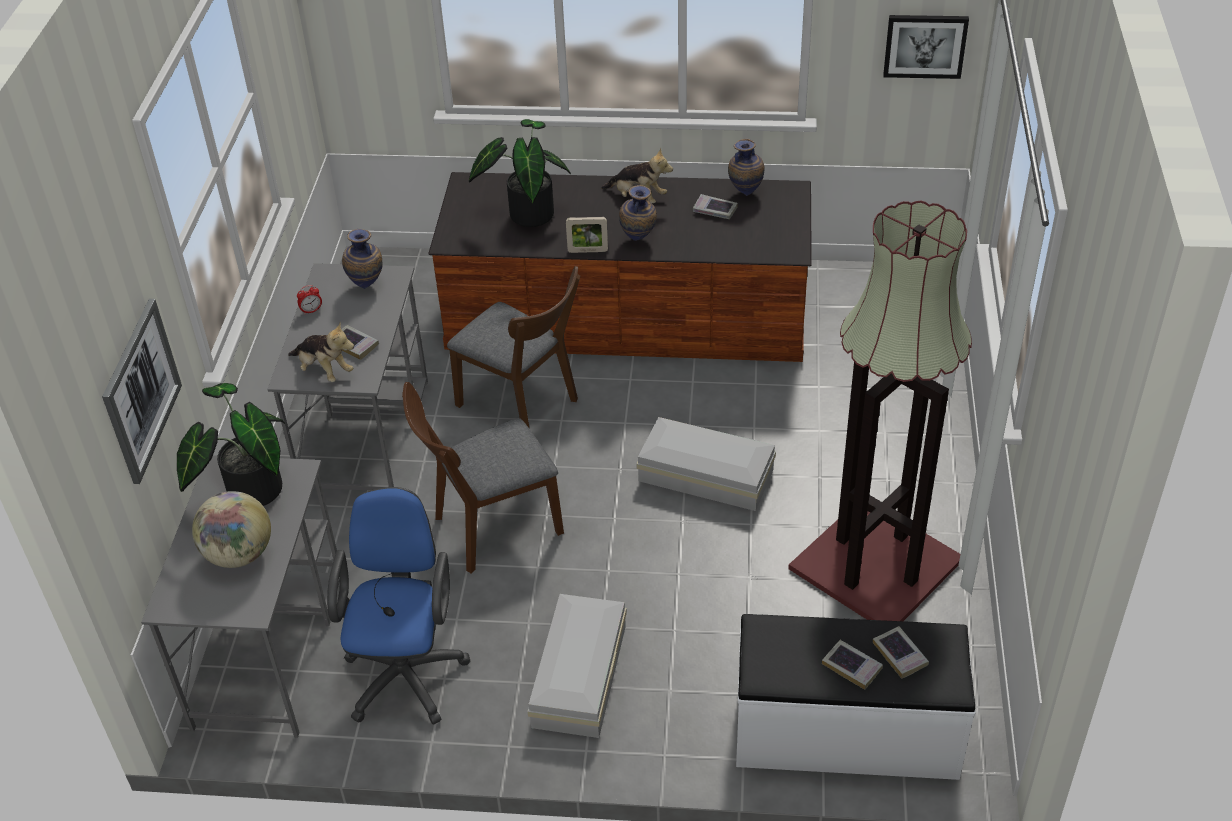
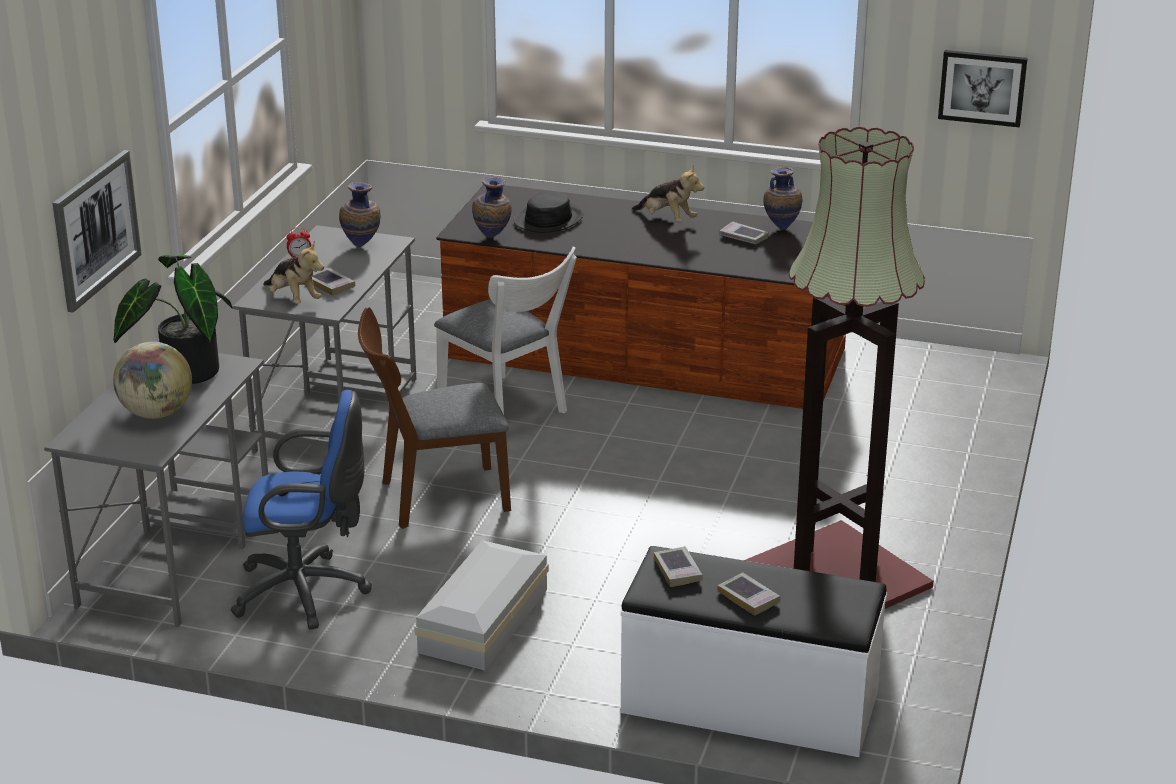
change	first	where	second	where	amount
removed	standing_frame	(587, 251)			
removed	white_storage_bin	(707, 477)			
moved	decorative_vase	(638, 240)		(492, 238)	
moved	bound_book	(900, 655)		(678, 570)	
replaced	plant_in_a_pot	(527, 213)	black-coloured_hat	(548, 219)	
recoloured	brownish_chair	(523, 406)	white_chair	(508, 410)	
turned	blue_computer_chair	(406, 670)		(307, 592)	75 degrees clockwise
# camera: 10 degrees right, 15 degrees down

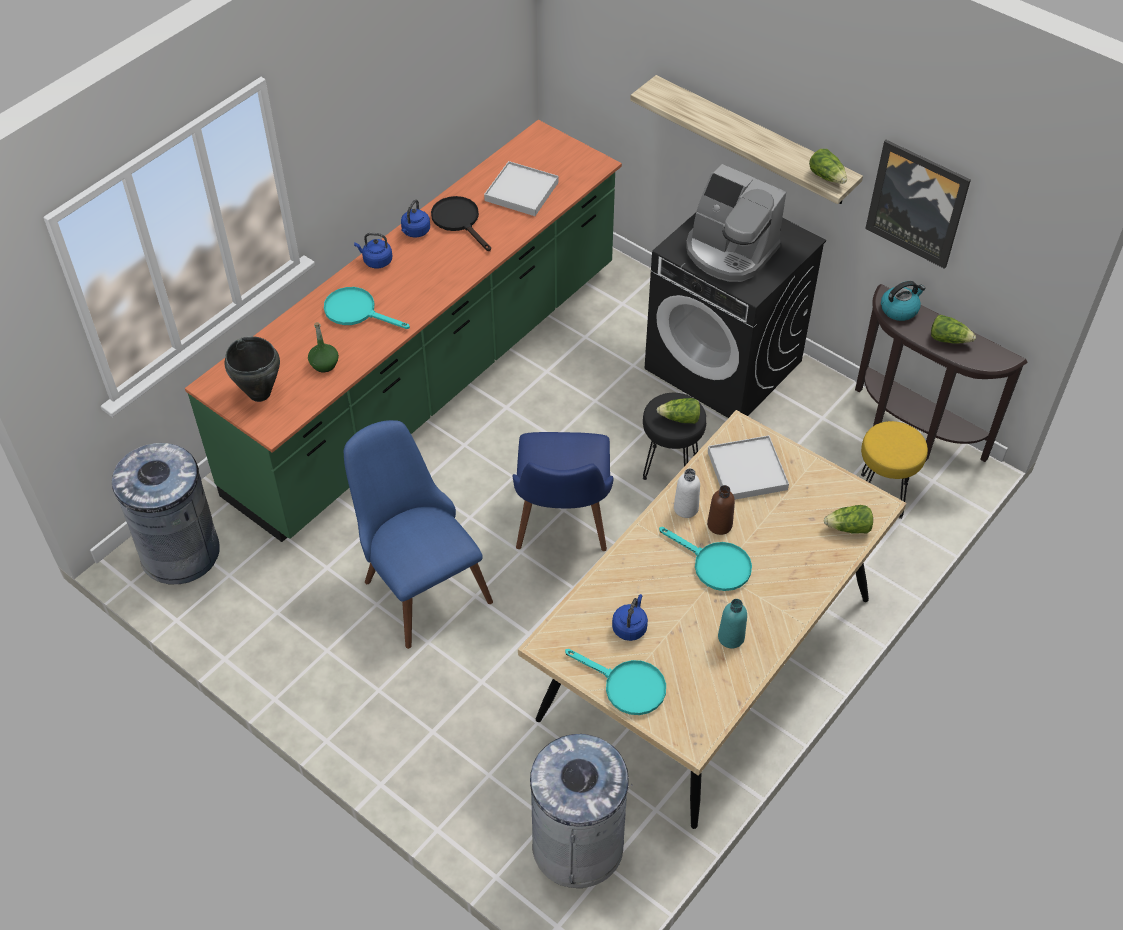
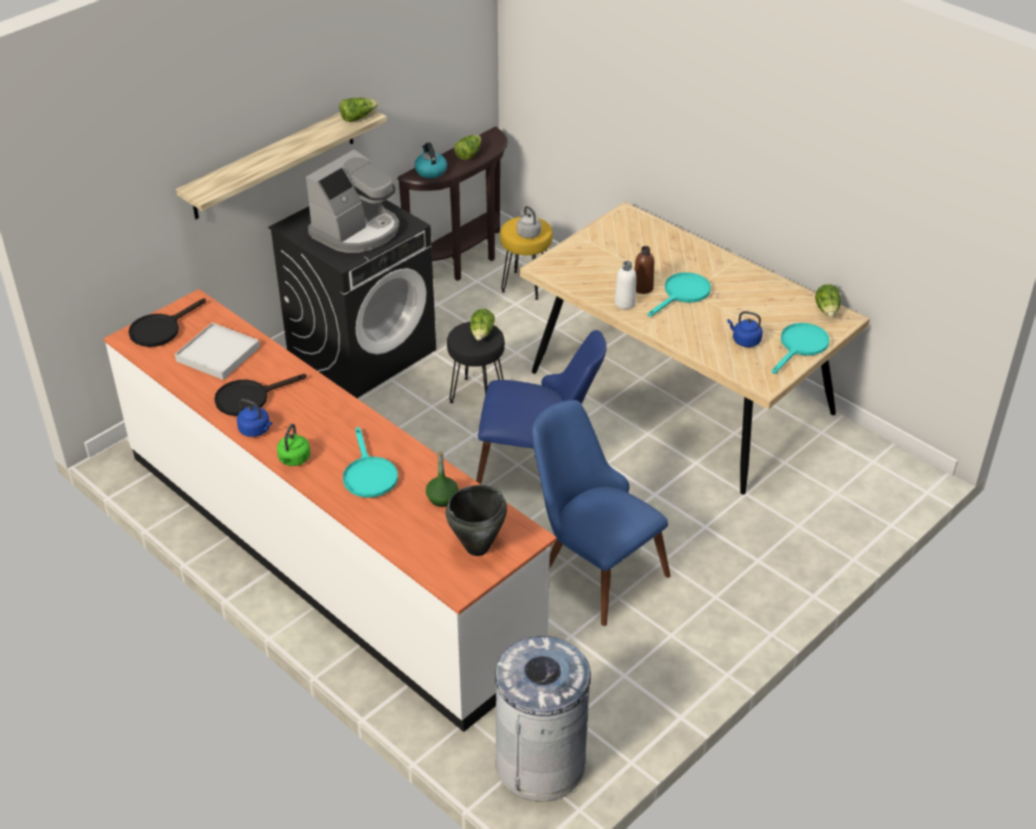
change	first	where	second	where	amount
removed	gray_rubbish_bin	(578, 845)			
removed	white_serving_tray	(747, 471)			
removed	turquoise-coloured_bottle	(731, 637)			
removed	wall_art	(917, 203)			
added			black-coloured_skillet	(160, 329)	
added			gray_tea_kettle	(528, 233)	
moved	lettuce_head	(849, 528)		(827, 310)	
recoloured	greenish_kitchen_counter	(429, 378)	white_kitchen_counter	(328, 552)	
recoloured	blue_tea_kettle	(376, 261)	greenish_tea_kettle	(293, 460)	
turned	turquoise-coloured_skillet	(357, 311)		(368, 474)	45 degrees counterclockwise
turned	blue_chair	(418, 581)		(592, 566)	75 degrees clockwise
# camera: 85 degrees left, 10 degrees down

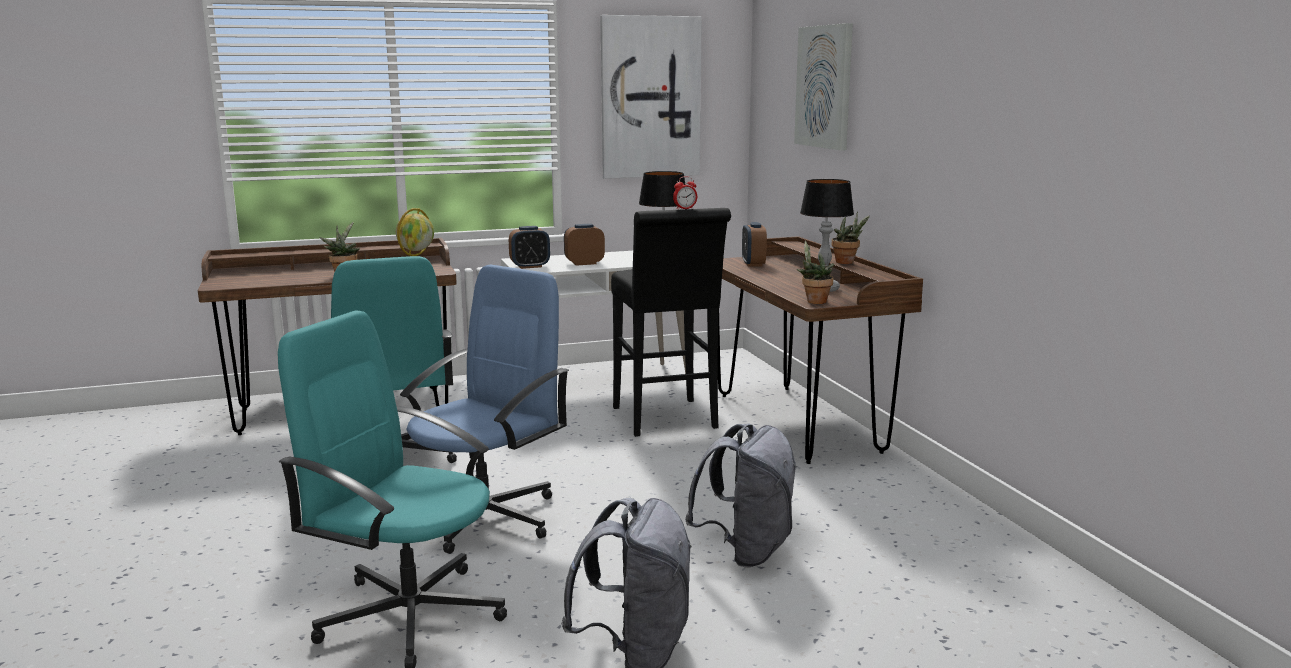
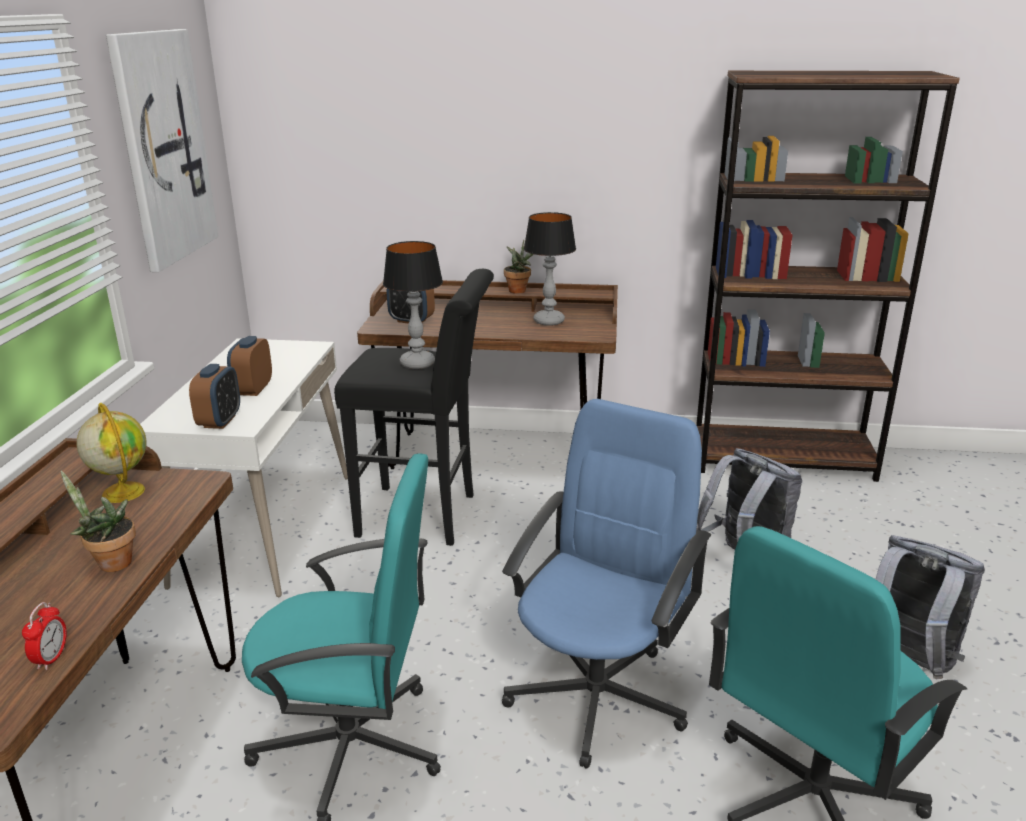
change	first	where	second	where	amount
removed	wall_art	(824, 87)			
removed	plant_in_a_pot	(814, 301)			
added			brownish_bookshelf	(783, 460)	
moved	bedside_clock	(685, 209)		(51, 658)	
turned	blue_computer_chair	(487, 517)		(598, 695)	60 degrees clockwise
# camera: 65 degrees left, 10 degrees up

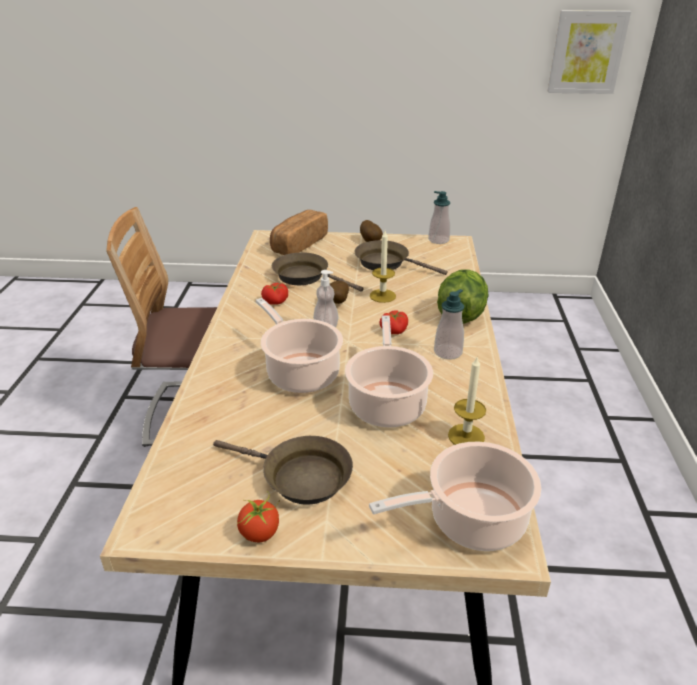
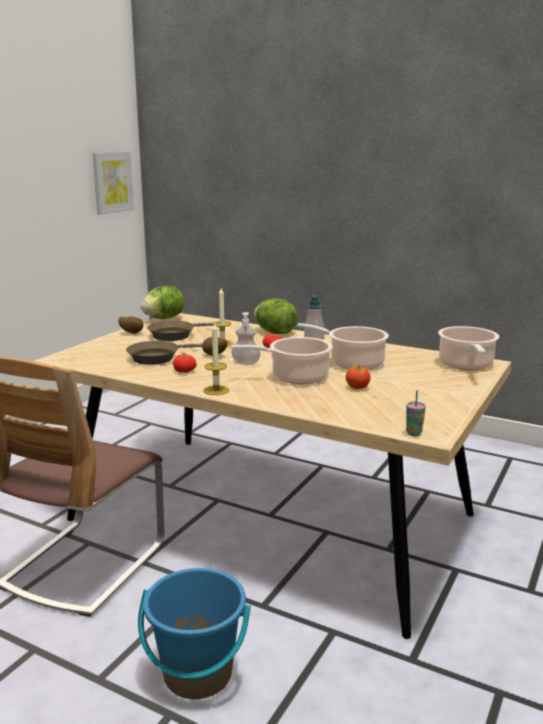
change	first	where	second	where	amount
removed	brownish_skillet	(300, 477)			
removed	baked_bread	(298, 244)			
added			blue_bucket	(197, 675)	
added			cup	(413, 433)	
moved	whole_tomato	(260, 533)		(357, 387)	
moved	wax_light	(466, 436)		(216, 390)	
replaced	soap_dispenser	(438, 240)	lettuce_head	(163, 318)	
# camera: 65 degrees left, 15 degrees down

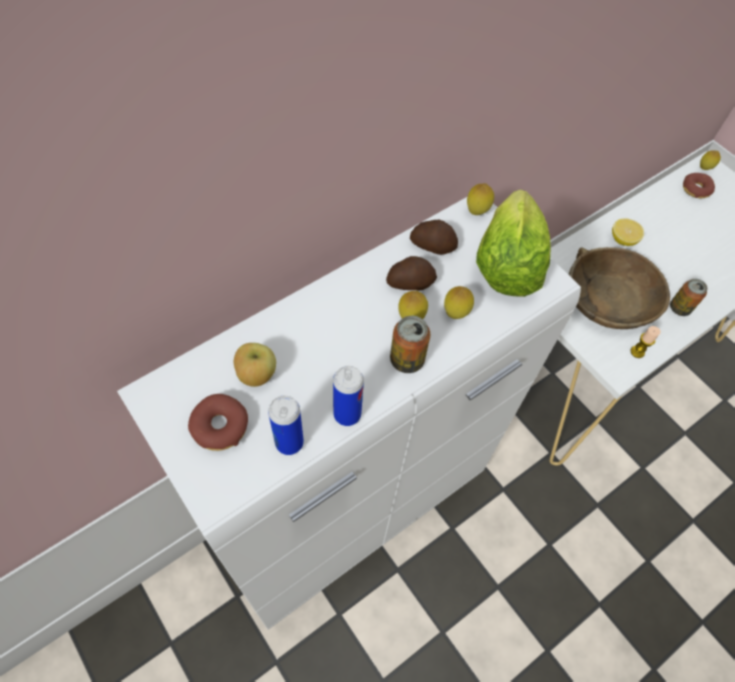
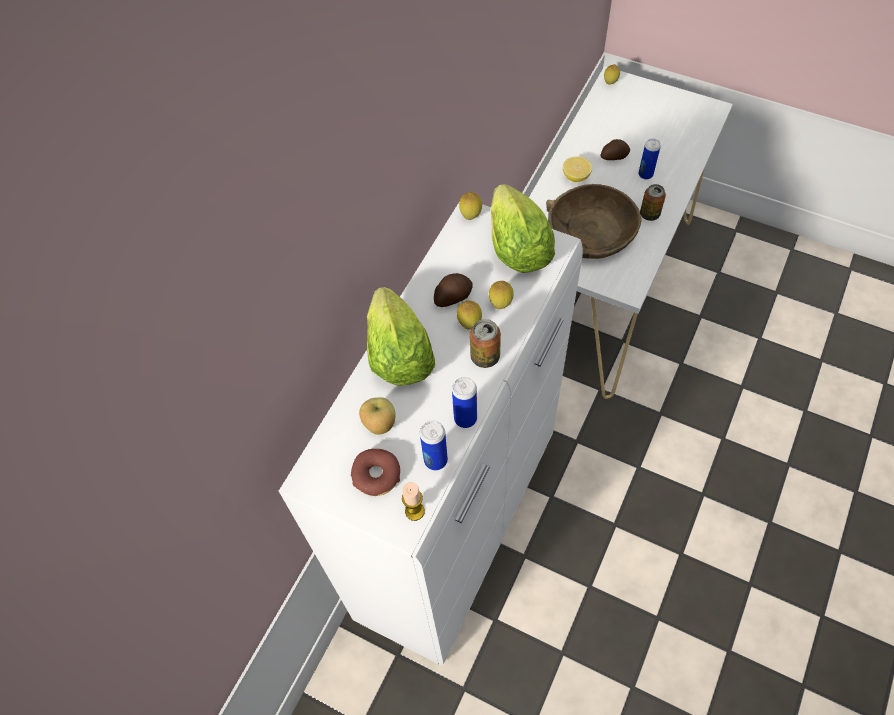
change	first	where	second	where	amount
removed	ring_doughnut	(696, 189)			
added			lettuce_head	(398, 354)	
added			can	(645, 174)	
moved	spud	(432, 245)		(614, 156)	
moved	wax_light	(637, 352)		(414, 511)	
# camera: 20 degrees left, 0 degrees up

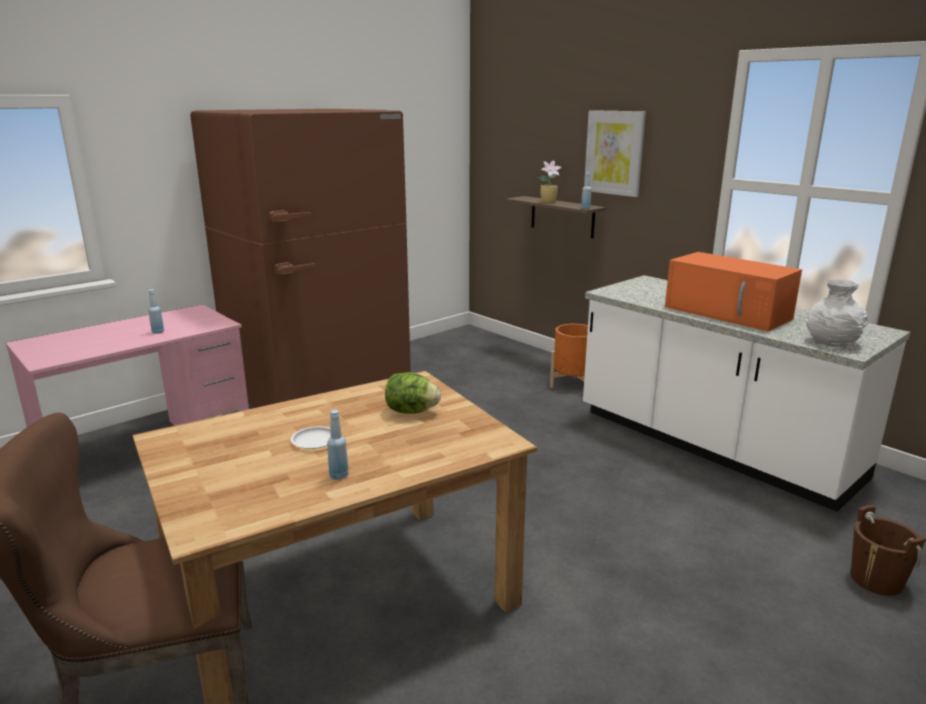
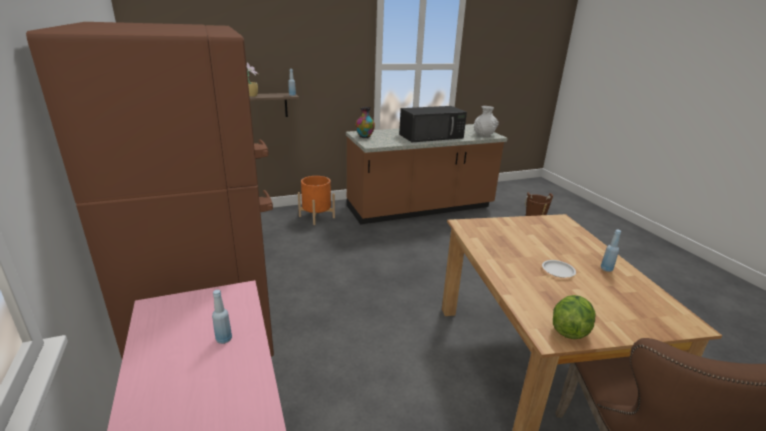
change	first	where	second	where	amount
removed	wall_art	(614, 153)			
added			decorative_vase	(364, 137)	
moved	lettuce_head	(411, 411)		(569, 330)	
recoloured	white_kitchen_counter	(713, 445)	brownish_kitchen_counter	(420, 208)	
recoloured	orange_kitchen_microwave	(729, 313)	black-coloured_kitchen_microwave	(432, 136)	
# camera: 70 degrees left, 5 degrees up

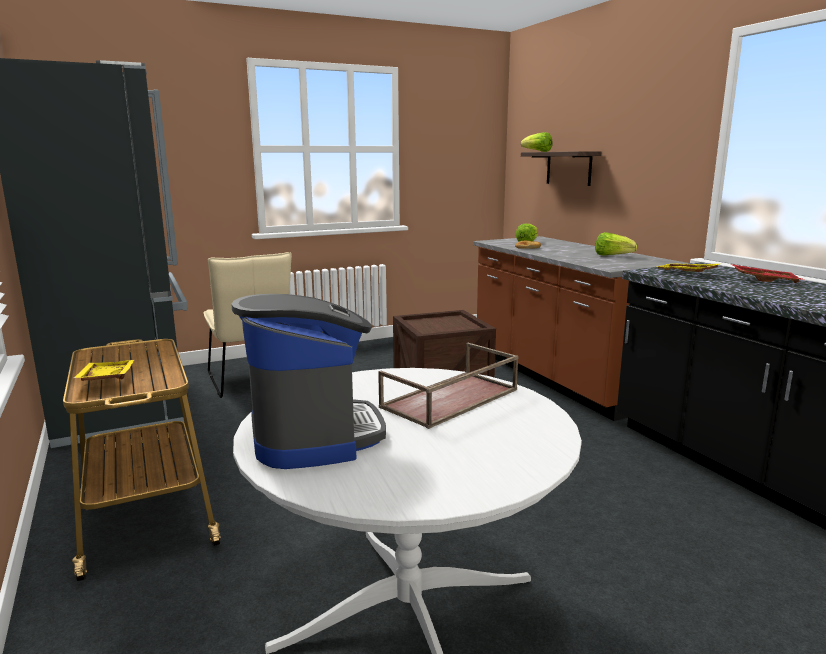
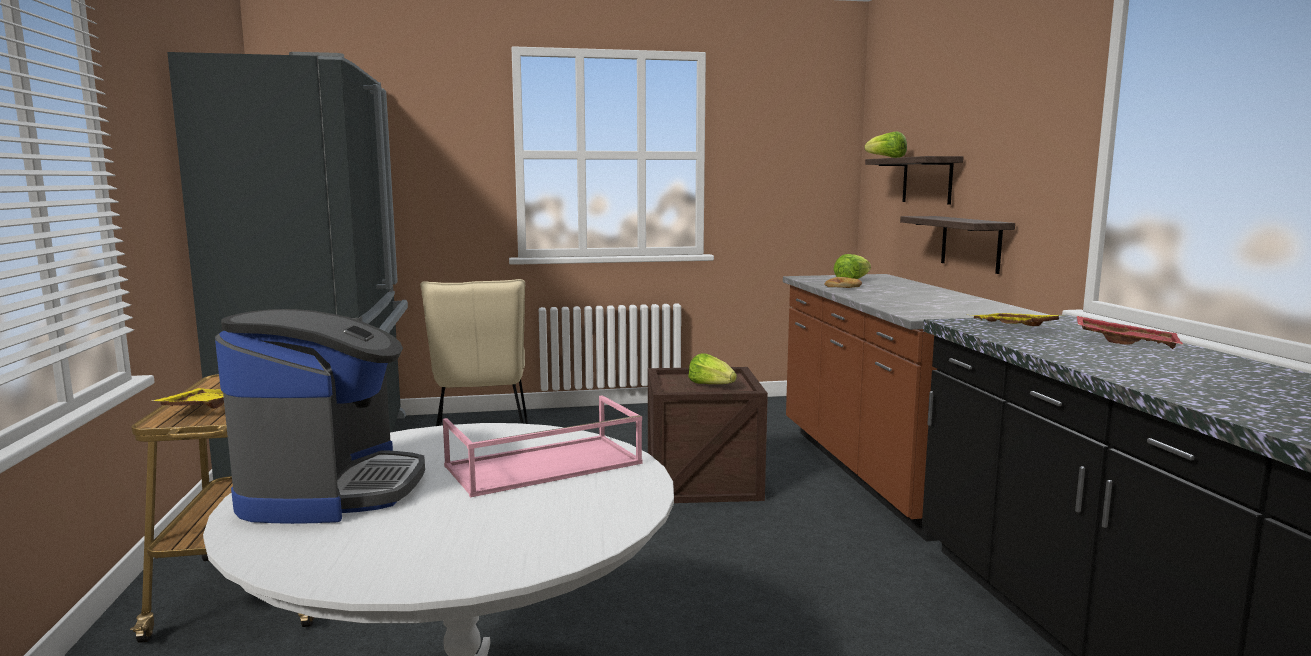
change	first	where	second	where	amount
added			wall_shelf	(970, 243)	
moved	lettuce_head	(612, 256)		(711, 385)	
recoloured	brownish_serving_tray	(450, 399)	pink_serving_tray	(542, 466)	
# camera: 15 degrees right, 5 degrees down

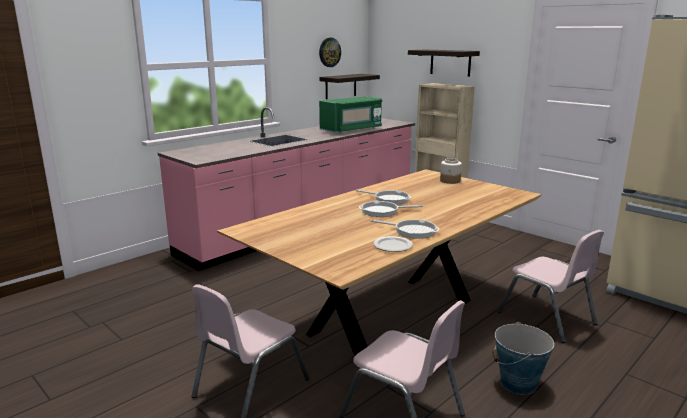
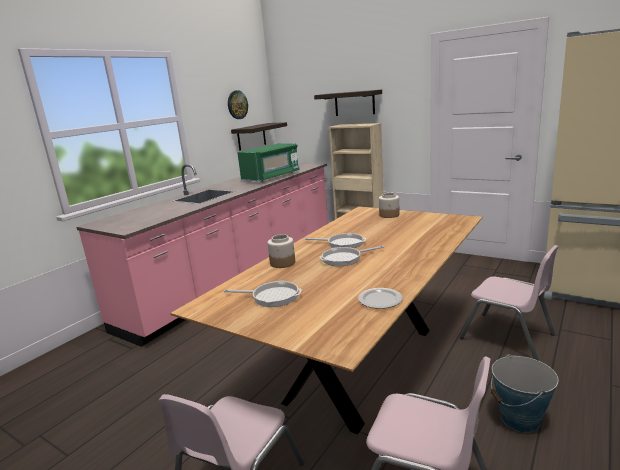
change	first	where	second	where	amount
added			preserve_jar	(283, 263)	
moved	skillet	(412, 231)		(272, 296)	
# camera: 10 degrees left, 0 degrees up

